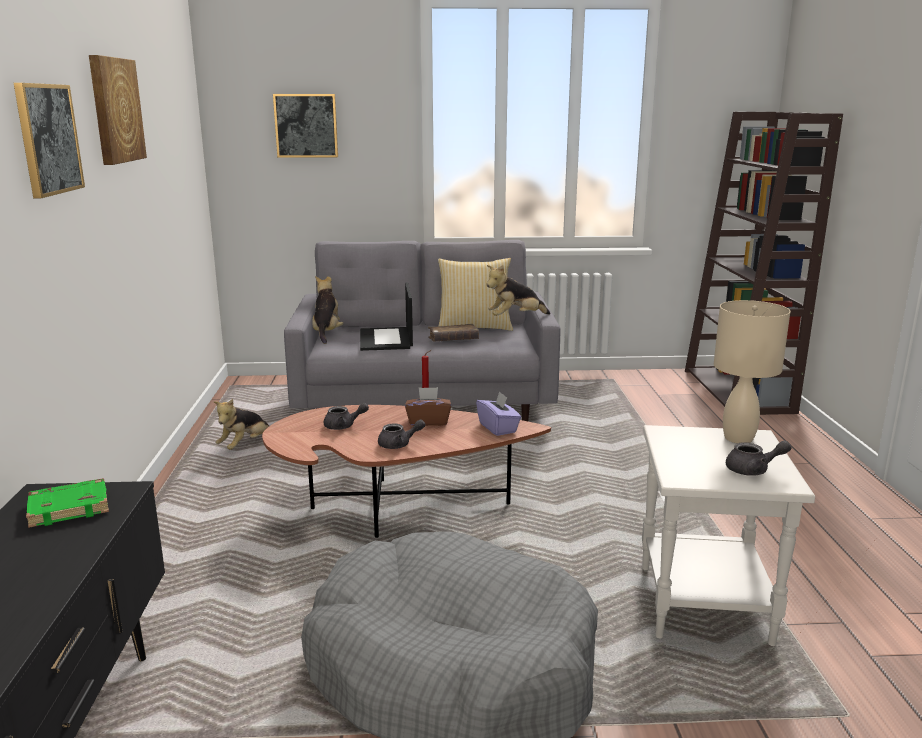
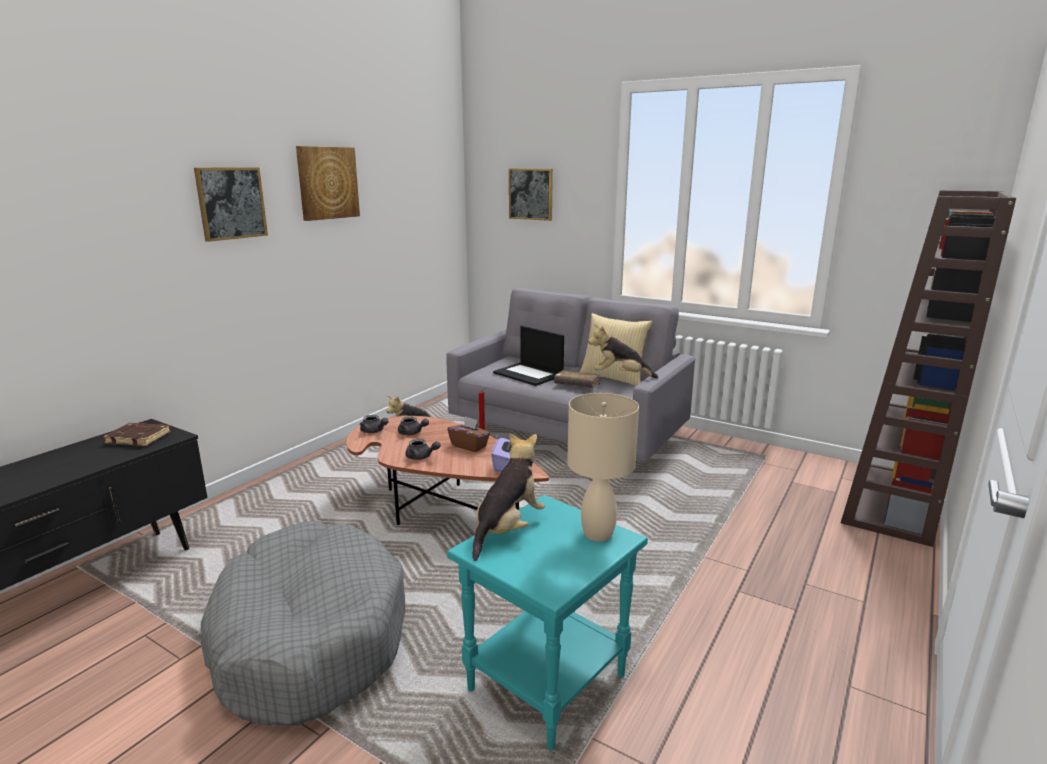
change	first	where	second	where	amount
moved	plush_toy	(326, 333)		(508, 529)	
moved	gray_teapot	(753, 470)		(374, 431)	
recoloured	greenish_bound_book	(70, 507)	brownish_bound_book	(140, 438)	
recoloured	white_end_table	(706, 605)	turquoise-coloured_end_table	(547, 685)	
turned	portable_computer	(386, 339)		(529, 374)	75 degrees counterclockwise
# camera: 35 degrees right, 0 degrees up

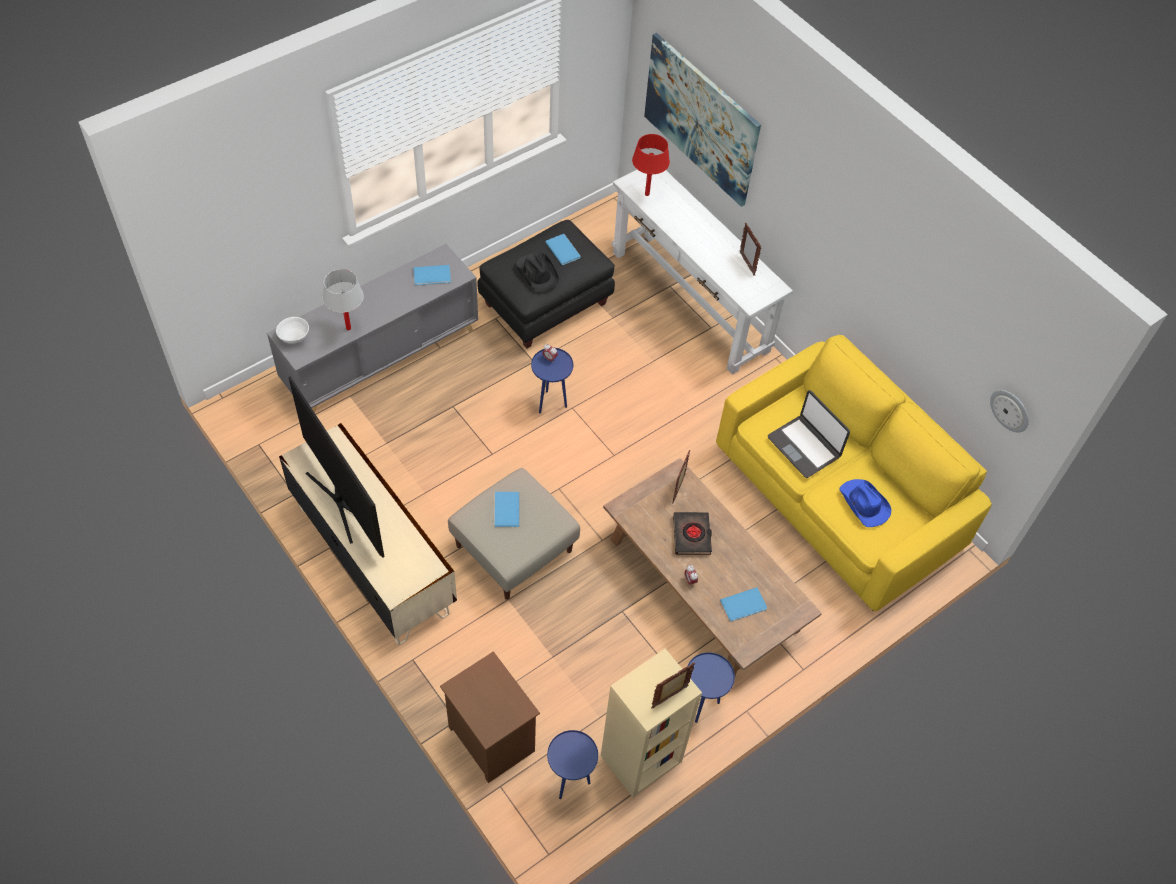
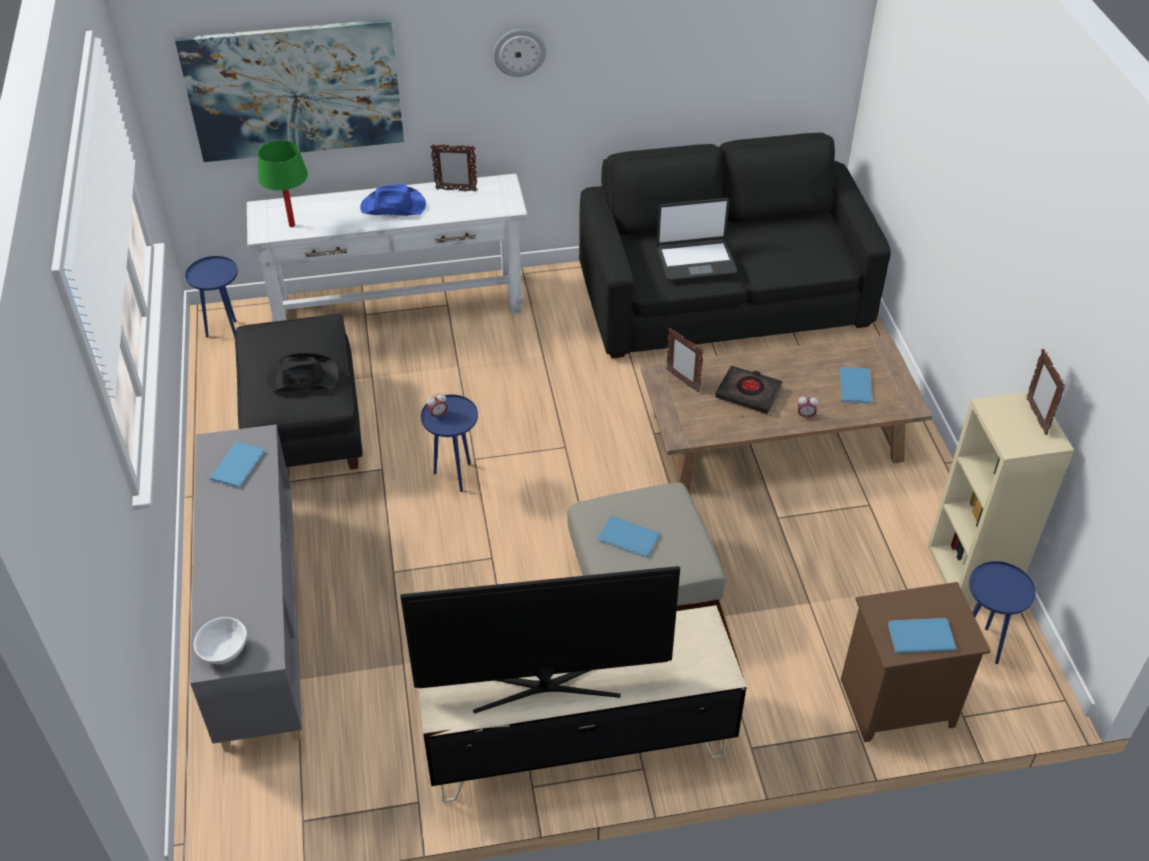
change	first	where	second	where	amount
removed	white_table_lamp	(348, 328)			
moved	blue_bound_book	(563, 249)		(919, 635)	
moved	blue_end_table	(701, 705)		(226, 333)	
moved	blue_hat	(864, 504)		(394, 207)	
moved	clock_on_the_wall	(1010, 410)		(519, 52)	
recoloured	red-coloured_table_lamp	(647, 194)	greenish_table_lamp	(292, 225)	
recoloured	yellowish_sofa	(838, 496)	black-coloured_sofa	(723, 297)	
# camera: 60 degrees left, 10 degrees down

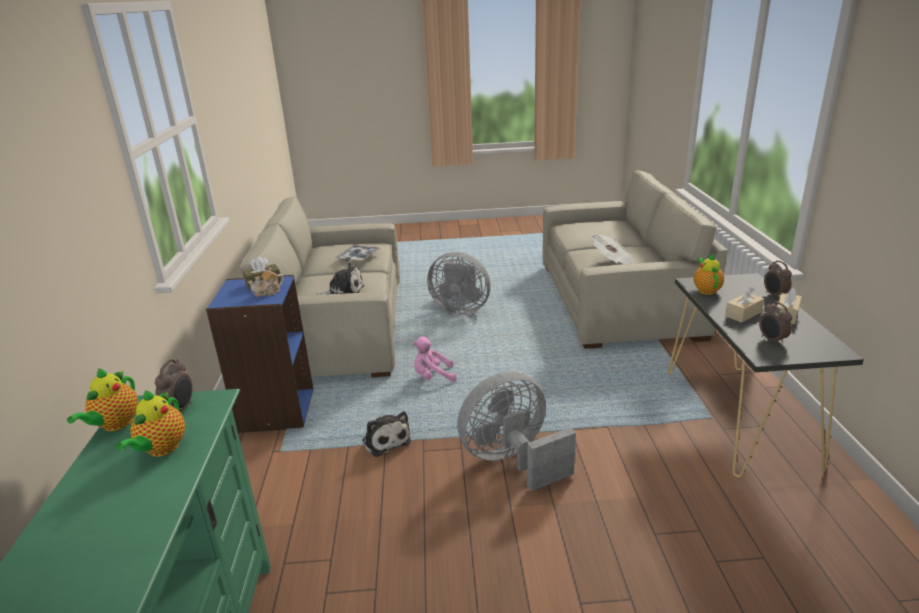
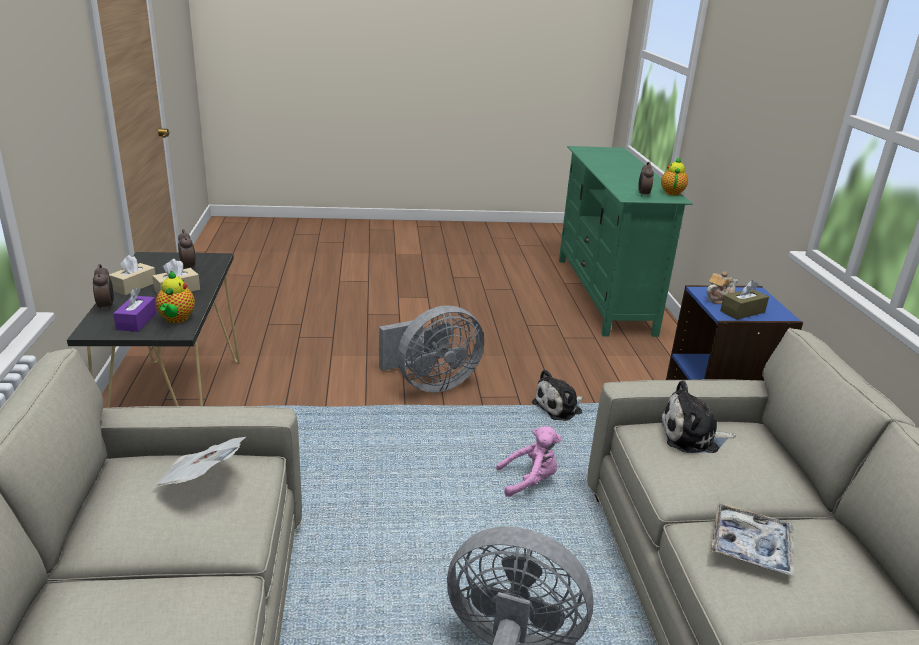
change	first	where	second	where	amount
removed	teapot	(161, 449)			
added			purplish_box_of_tissues	(136, 321)	
turned	plush_toy	(385, 440)		(559, 407)	90 degrees counterclockwise
# camera: 175 degrees right, 0 degrees up

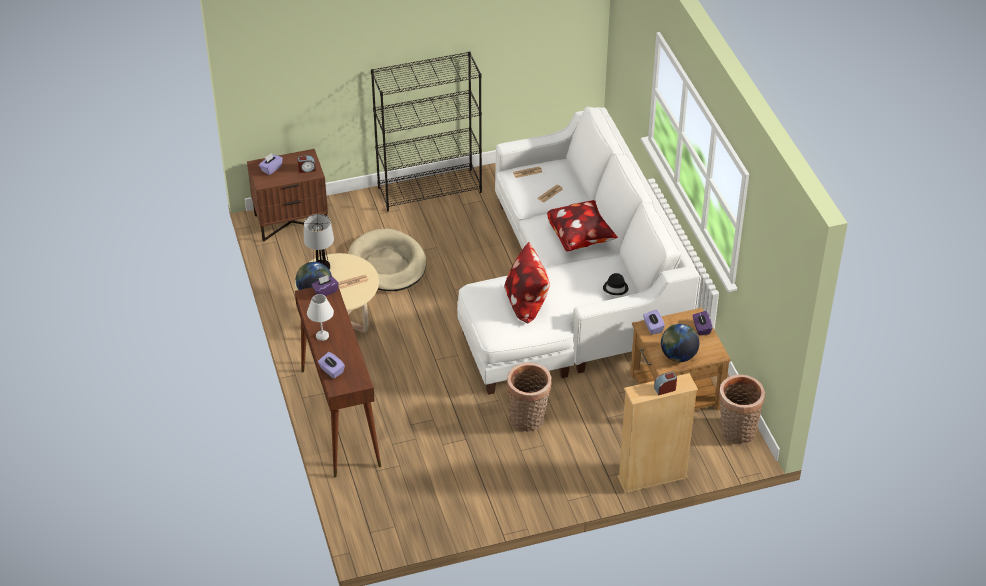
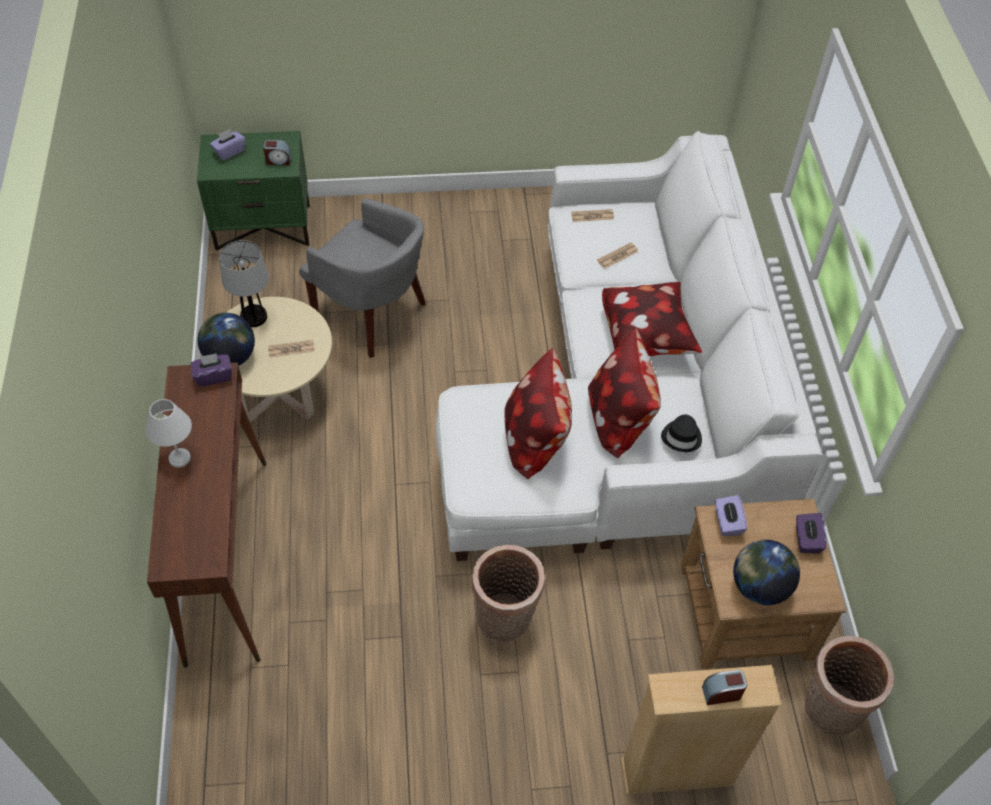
change	first	where	second	where	amount
removed	purplish_box_of_tissues	(331, 371)			
removed	black-coloured_bookshelf	(430, 190)			
added			pillow	(619, 418)	
replaced	beige_dog_bed	(387, 264)	gray_lounge_chair	(372, 314)	
recoloured	brownish_nightstand	(291, 221)	greenish_nightstand	(263, 226)	
# camera: 10 degrees right, 10 degrees up

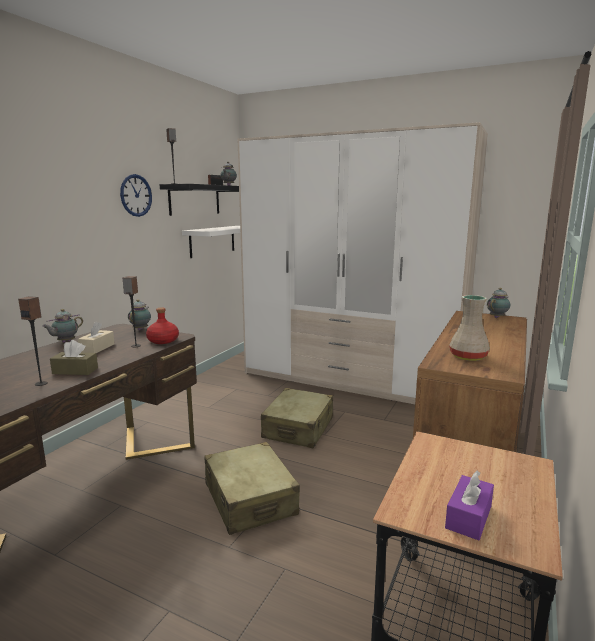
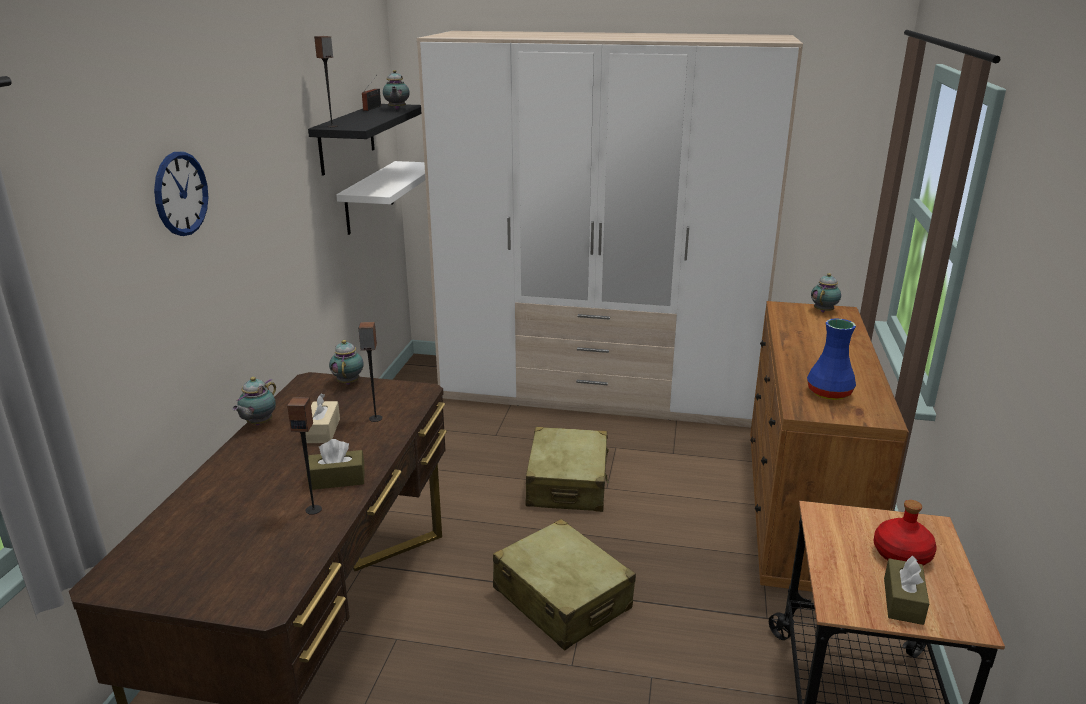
change	first	where	second	where	amount
moved	clock_on_the_wall	(136, 195)		(181, 194)	
moved	red-coloured_bottle	(162, 341)		(901, 555)	
recoloured	purplish_box_of_tissues	(468, 517)	brownish_box_of_tissues	(903, 601)	
recoloured	beige_decorative_vase	(467, 357)	blue_decorative_vase	(828, 393)	
# camera: 15 degrees left, 10 degrees up

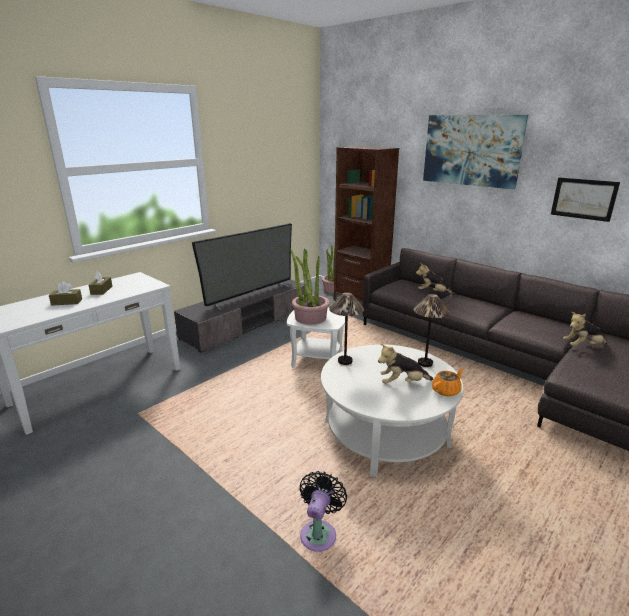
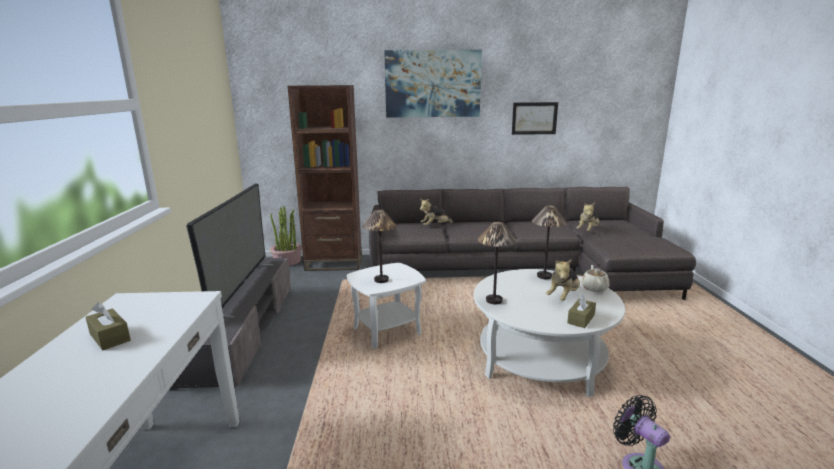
change	first	where	second	where	amount
moved	brownish_box_of_tissues	(67, 302)		(581, 319)	
replaced	plant_in_a_pot	(310, 317)	table_lamp	(381, 280)	
recoloured	orange_teapot	(446, 390)	beige_teapot	(594, 288)	
# camera: 45 degrees left, 5 degrees down

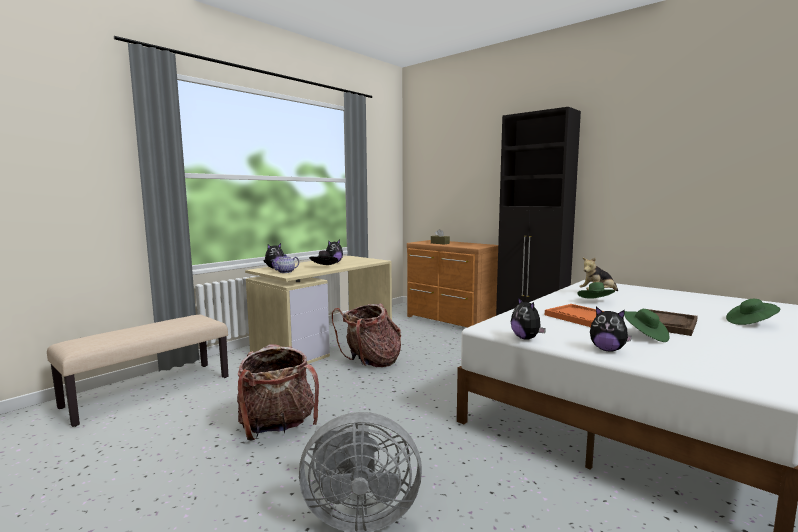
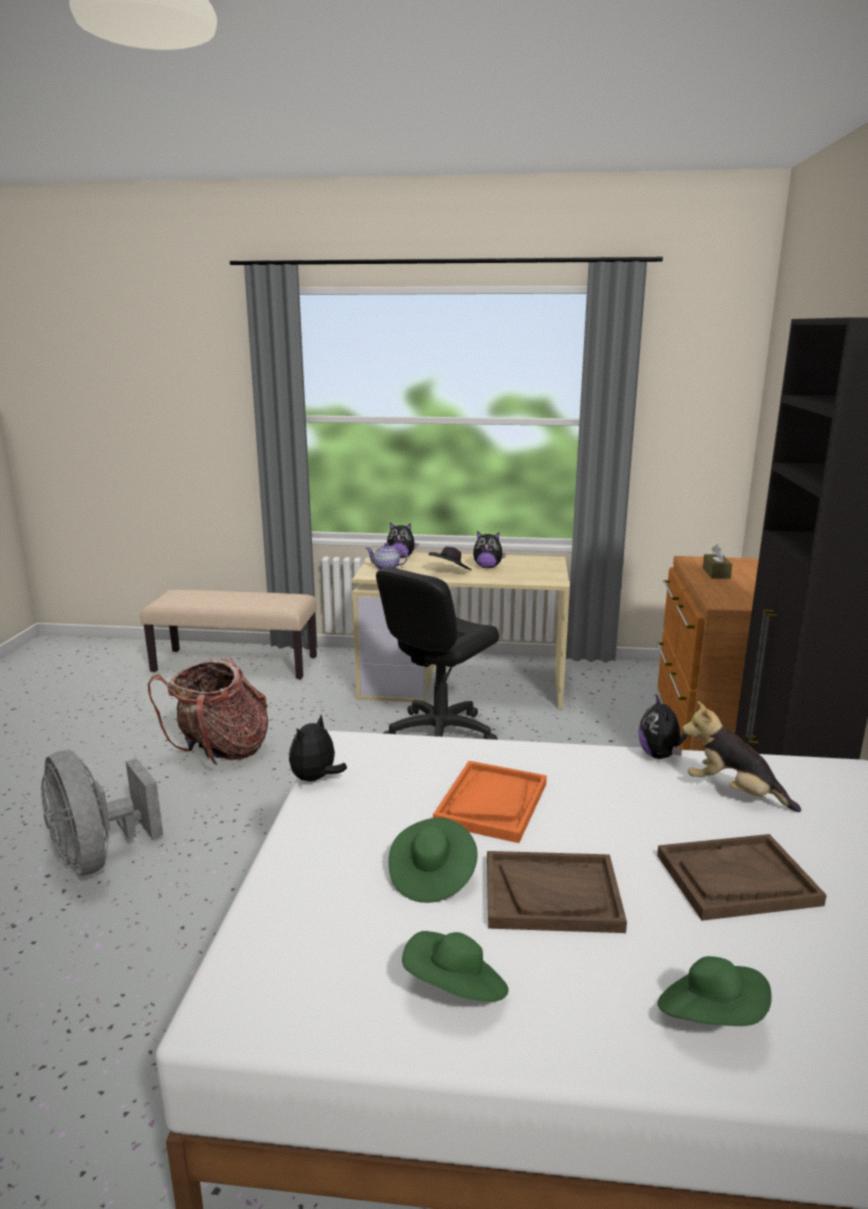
change	first	where	second	where	amount
added			brownish_serving_tray	(736, 880)	
moved	greenish_hat	(596, 302)		(456, 990)	
moved	plush_toy	(607, 350)		(660, 755)	
replaced	rucksack	(370, 362)	black-coloured_computer_chair	(439, 734)	
# camera: 55 degrees right, 10 degrees up

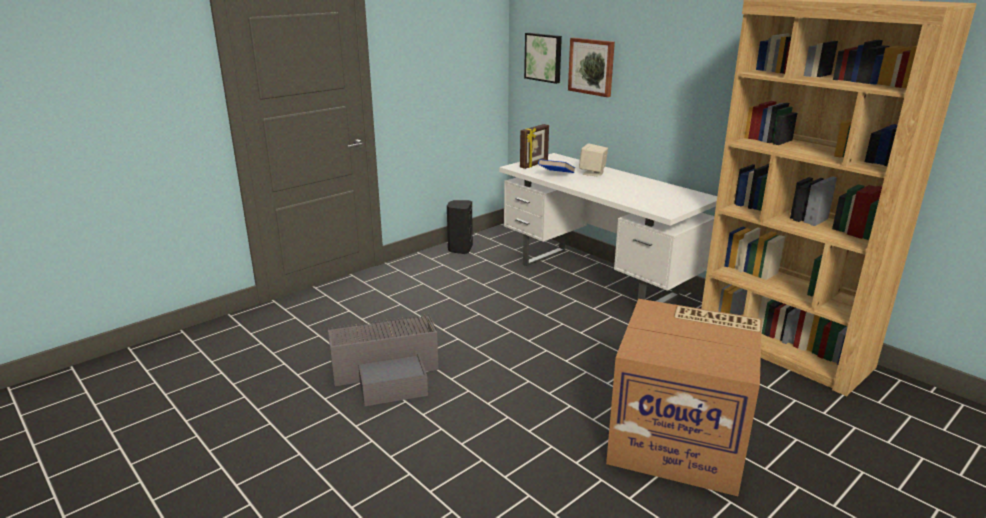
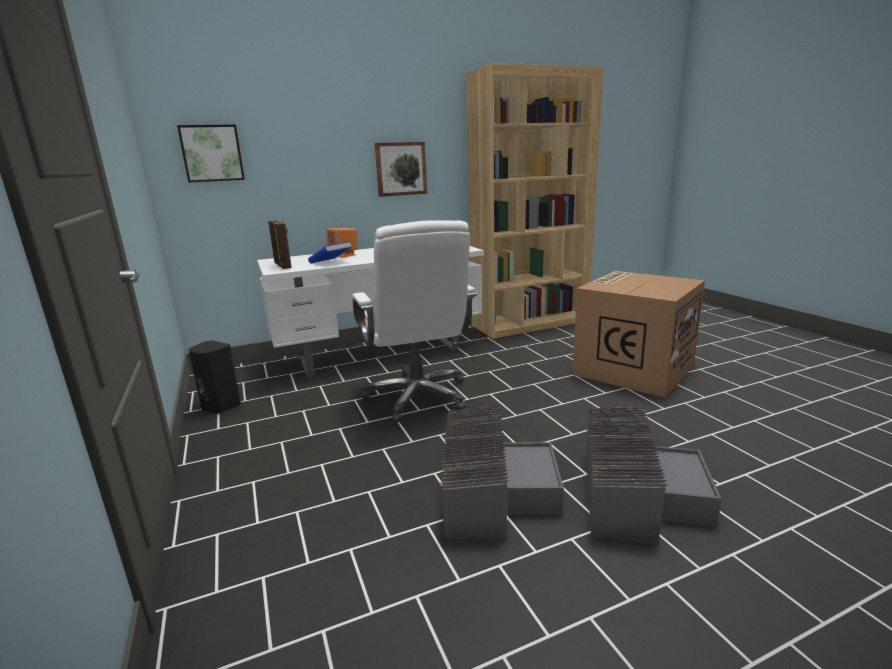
change	first	where	second	where	amount
added			white_computer_chair	(418, 396)	
added			gray_storage_bin	(635, 492)	
moved	wall_art	(592, 66)		(401, 169)	
recoloured	beige_audio_speaker	(592, 173)	orange_audio_speaker	(344, 255)	
# camera: 70 degrees left, 5 degrees down

